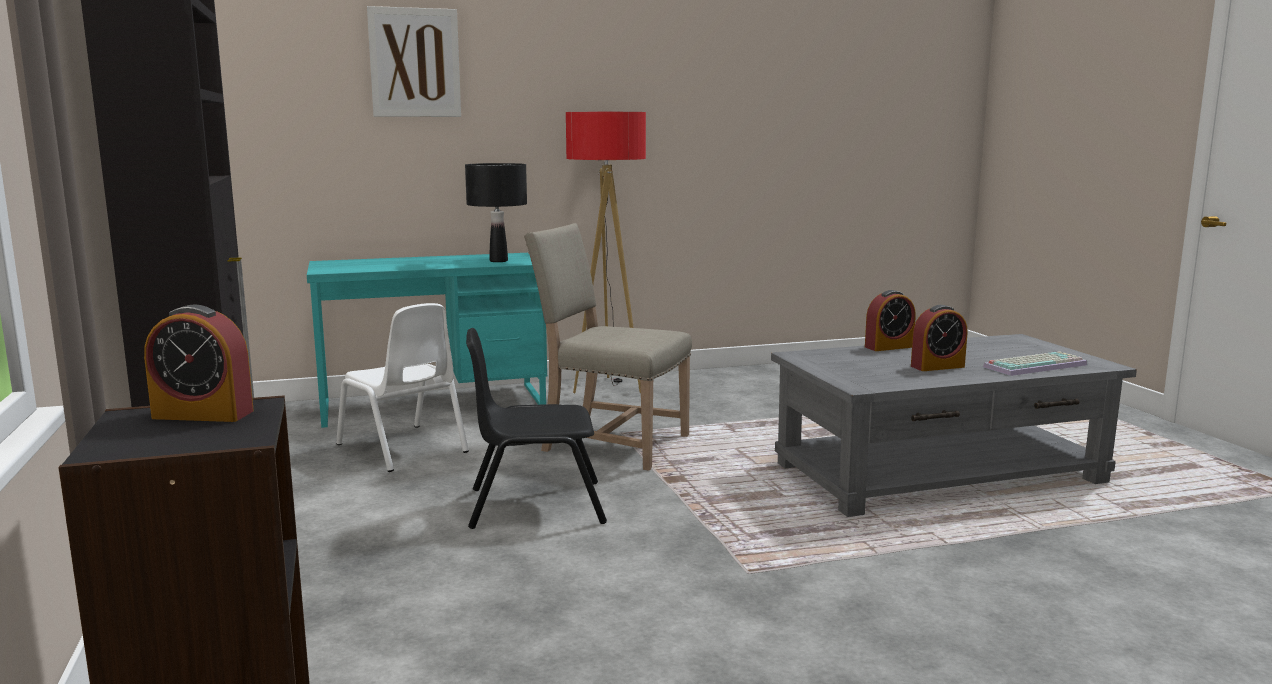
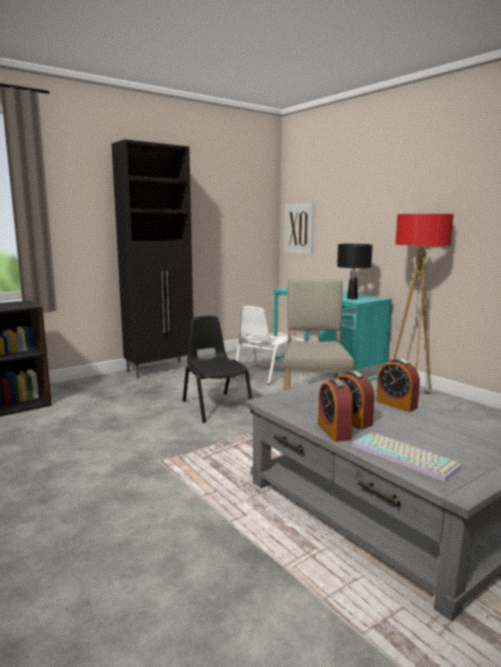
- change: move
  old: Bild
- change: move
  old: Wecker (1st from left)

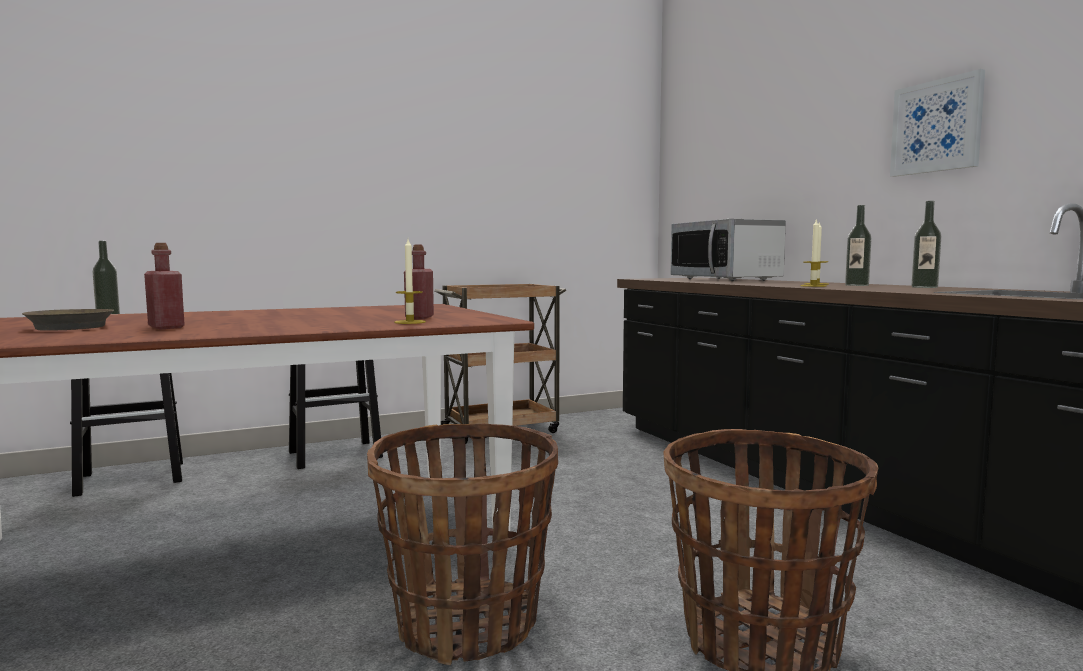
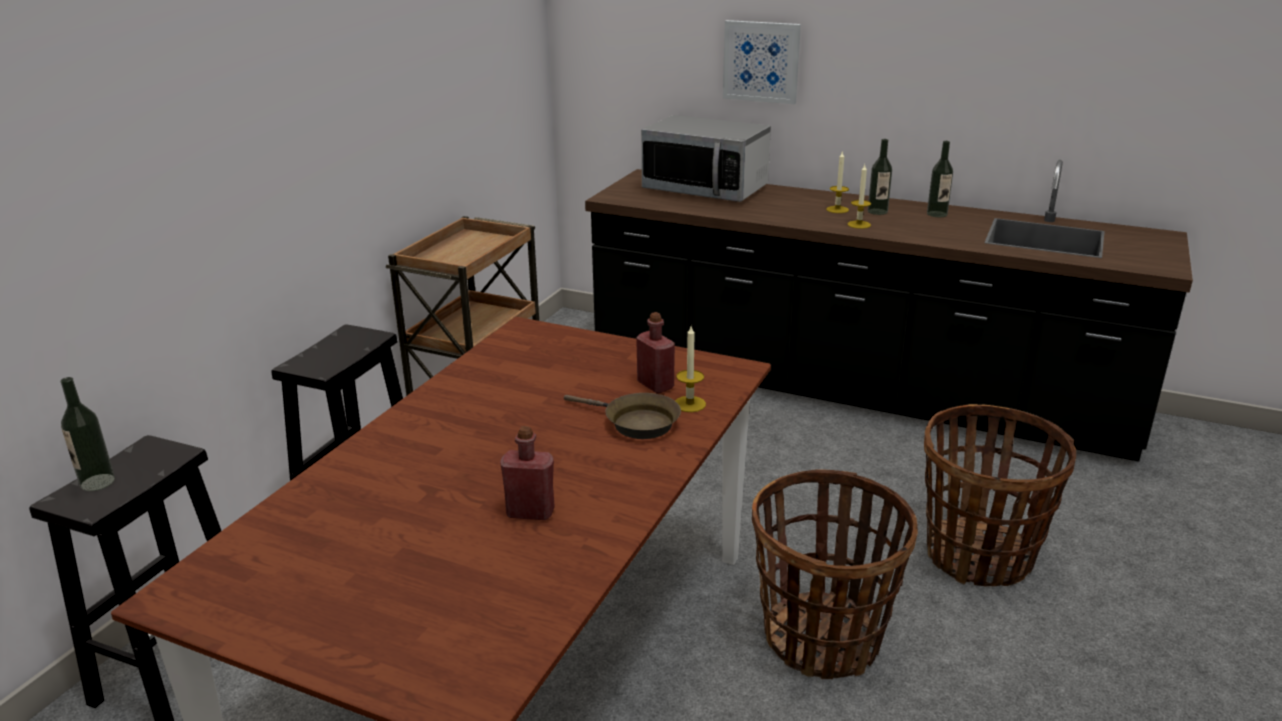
- change: move
  old: Bild
- change: move
  old: Pfanne/braun

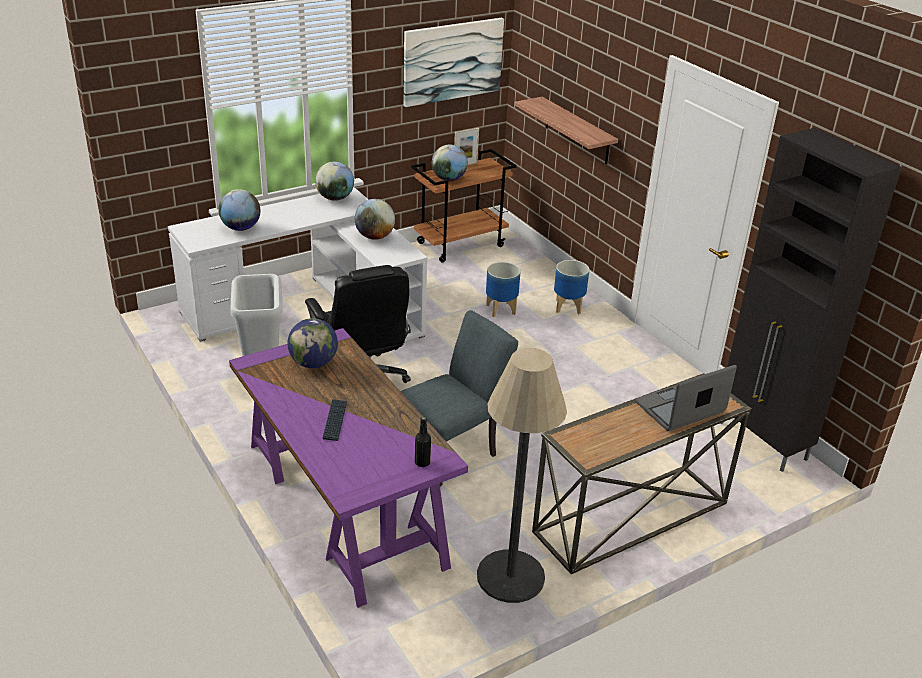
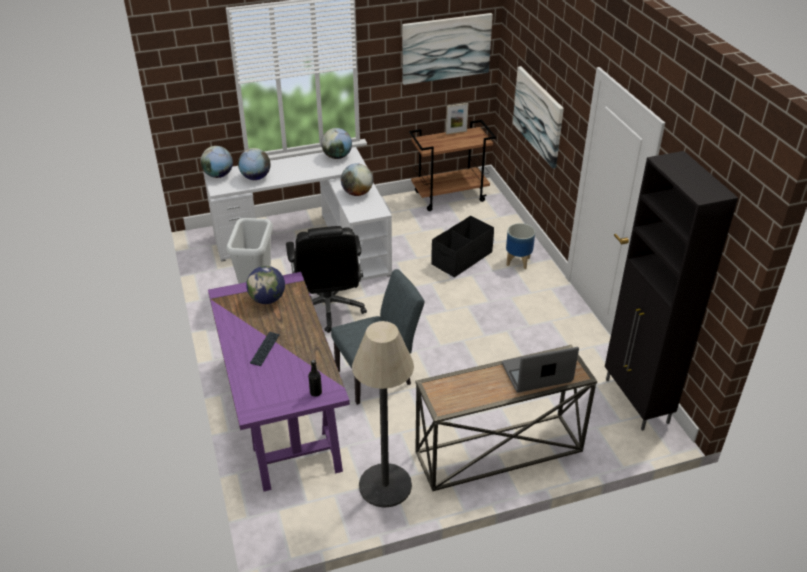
- change: replace
  old: Wandregal
  new: Bild (2nd from left)
- change: move
  old: Globus (5th from left in the first image)
  new: Globus (1st from left)
- change: replace
  old: Pflanzkübel (1st from left)
  new: Aufbewahrungsbox/schwarz

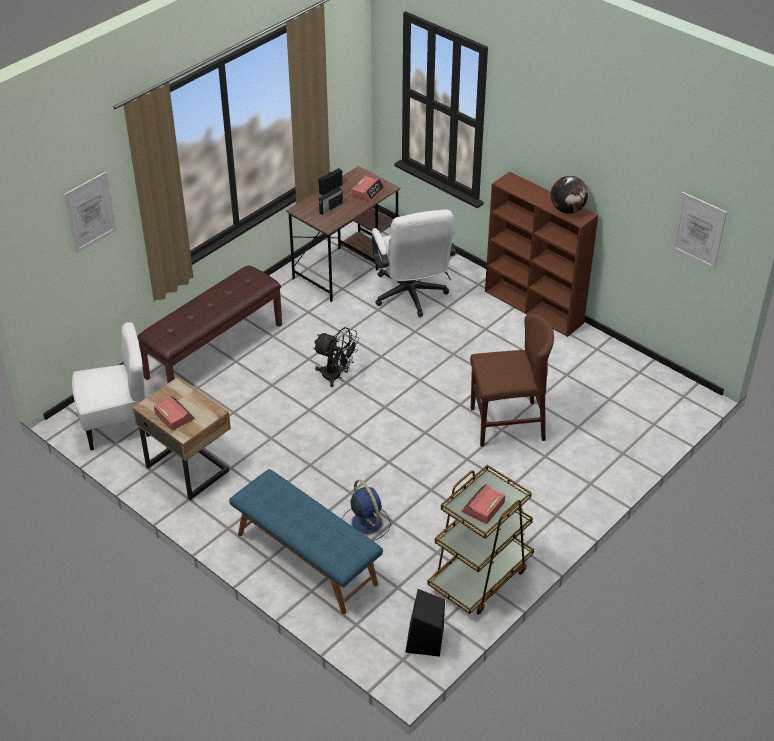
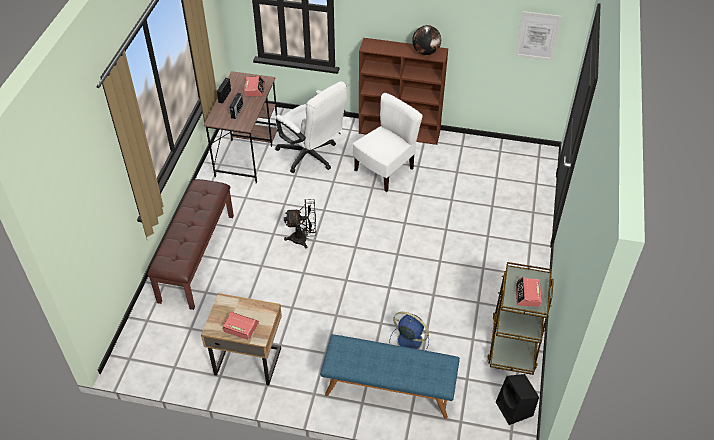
- change: delete
  old: Bild (1st from left)
- change: delete
  old: Stuhl/braun
- change: move
  old: Stuhl/weiß

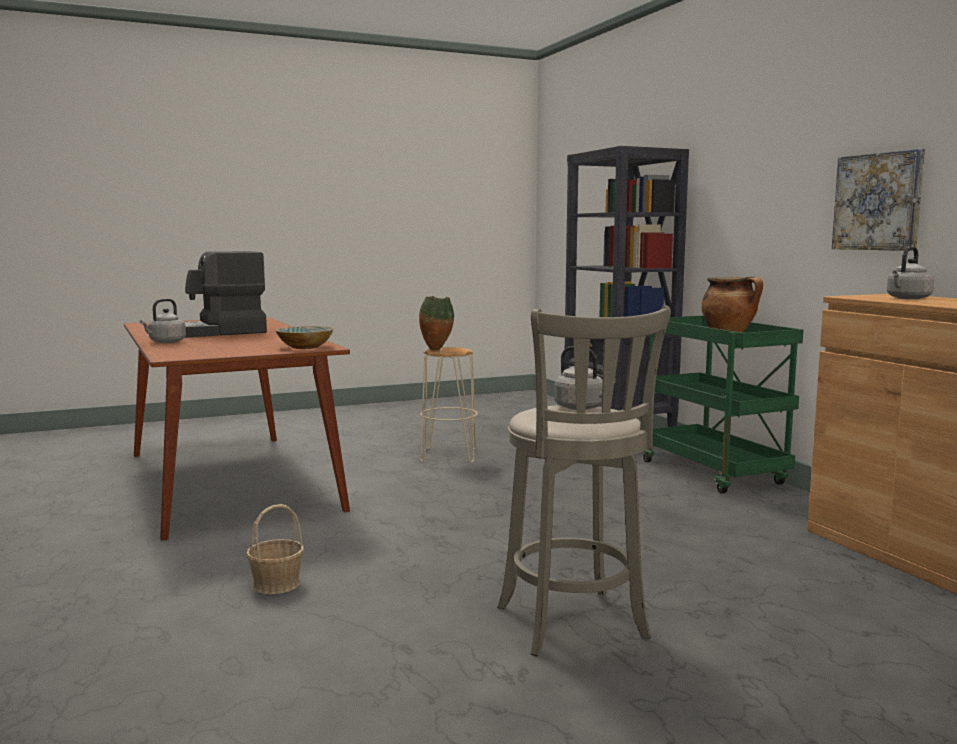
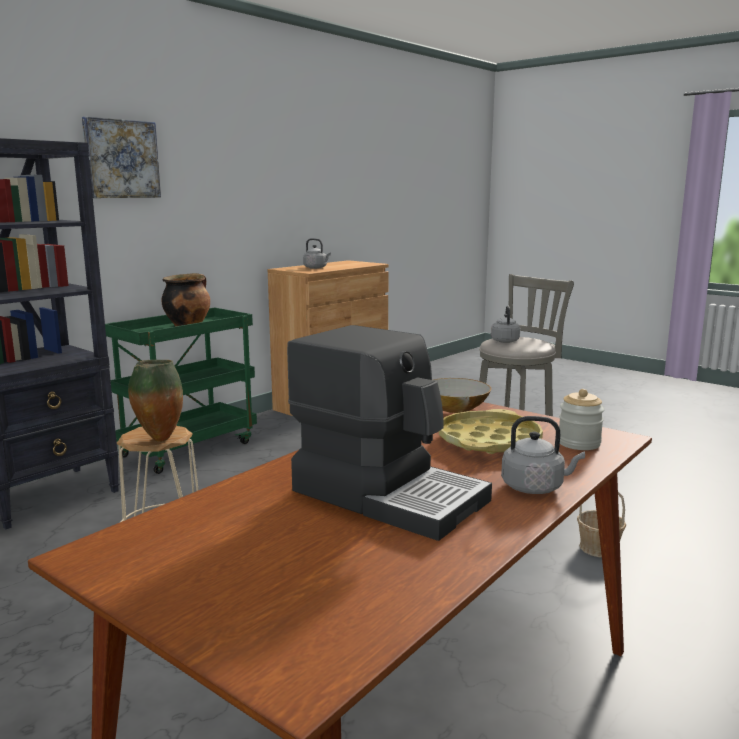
- change: move
  old: Bild
- change: insert
  new: Vorratsglas
- change: insert
  new: Tablett/gelb

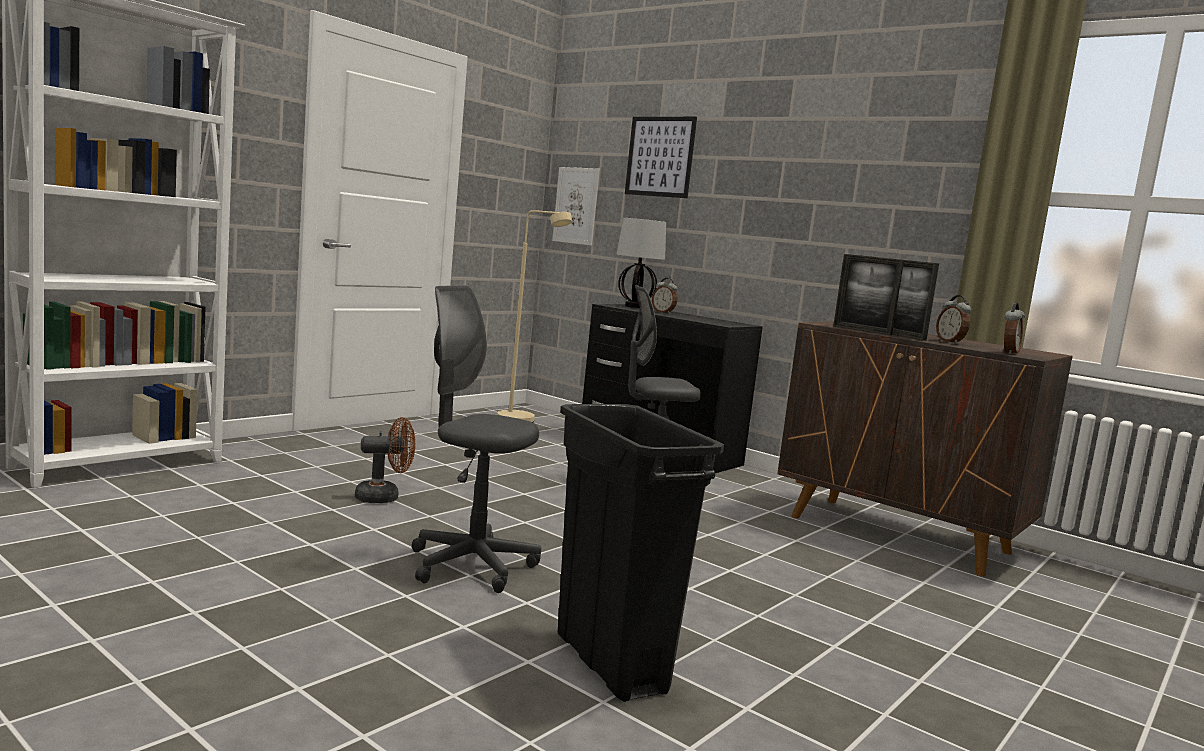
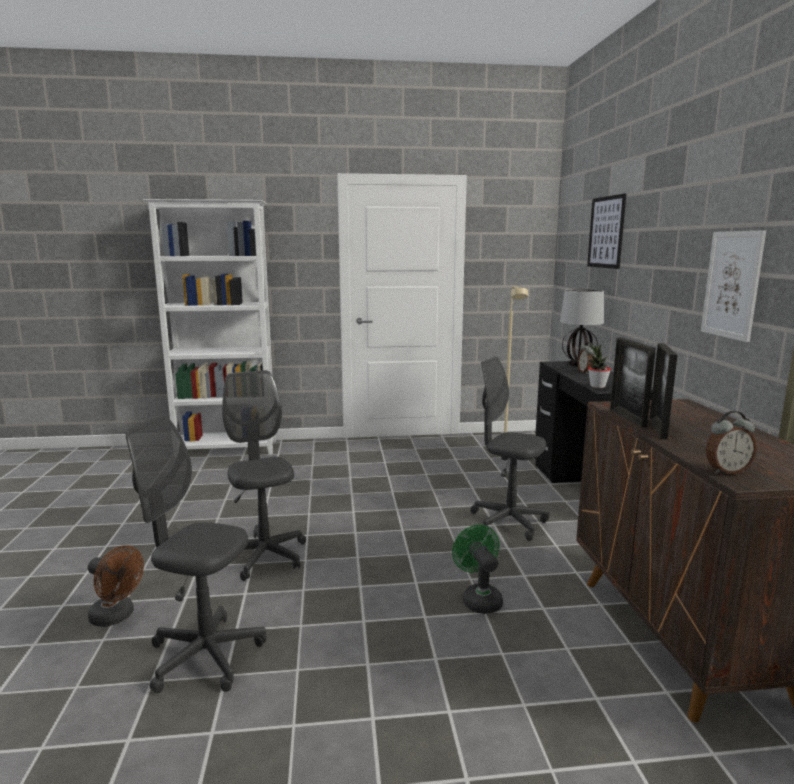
- change: move
  old: Bild (1st from left in the first image)
  new: Bild (2nd from left)
- change: delete
  old: Wecker (2nd from left)
- change: replace
  old: Mülleimer/schwarz
  new: Bürostuhl/grau (1st from left)
- change: move
  old: Ventilator/braun
- change: insert
  new: Topfpflanze
- change: insert
  new: Ventilator/grün

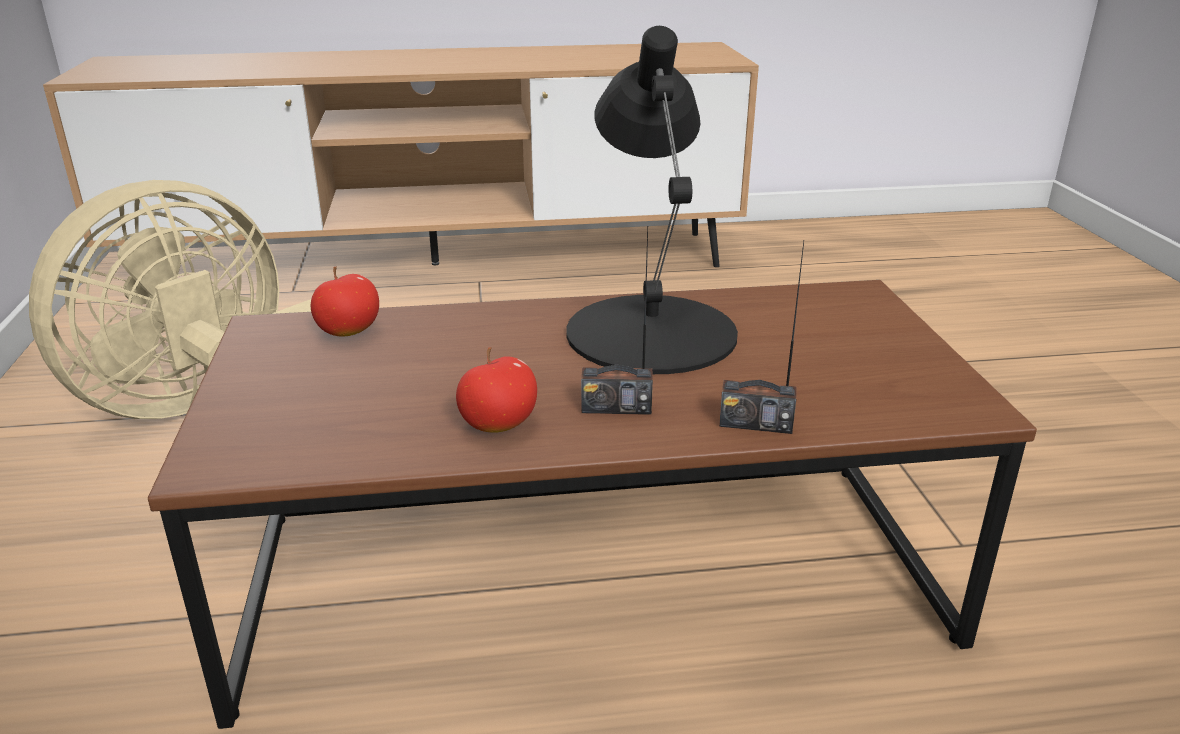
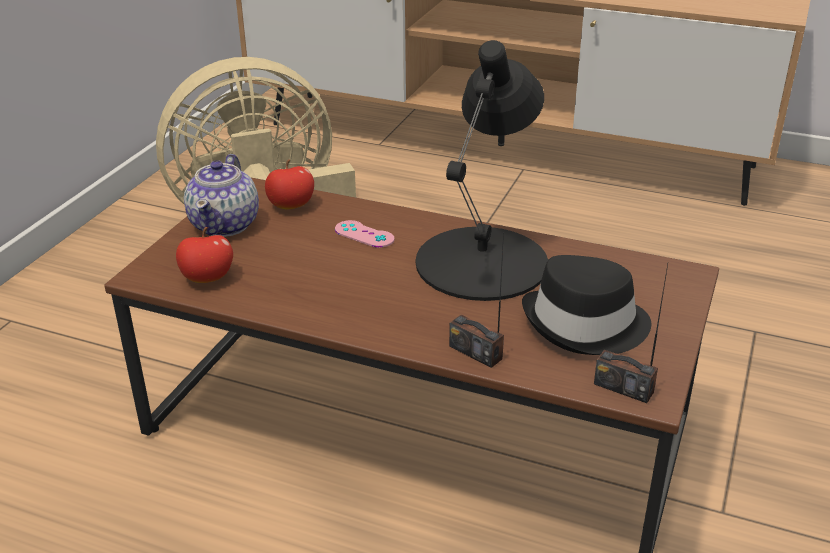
- change: move
  old: Radio (1st from left in the first image)
  new: Radio (2nd from left)
- change: move
  old: Apfel (2nd from left in the first image)
  new: Apfel (1st from left)
- change: insert
  new: Teekanne
- change: insert
  new: Gamepad/rosa
- change: insert
  new: Hut/schwarz

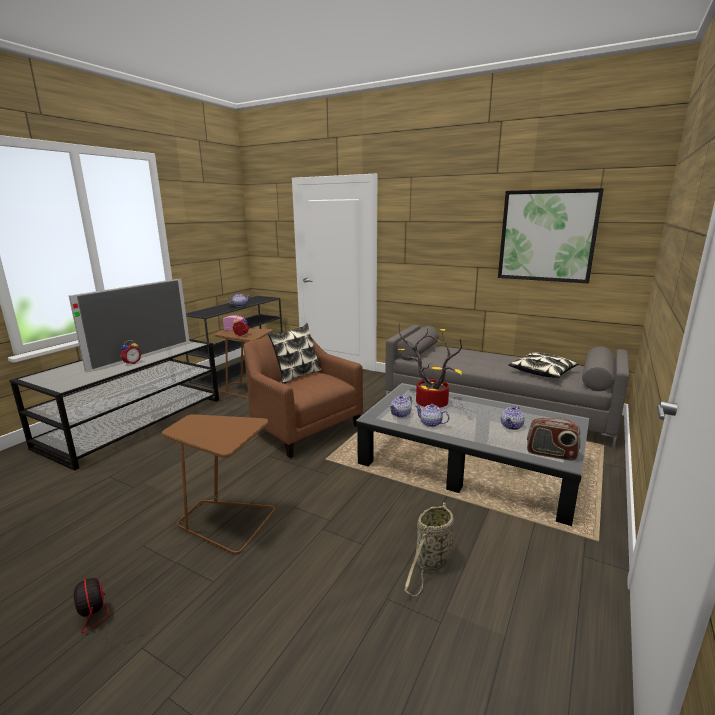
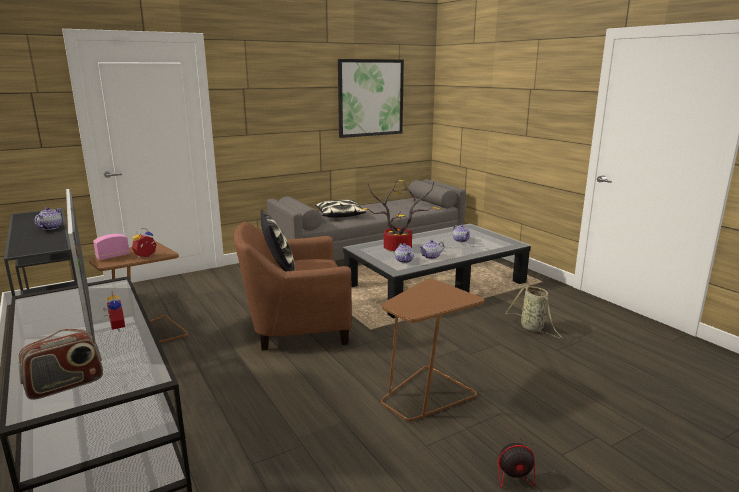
- change: move
  old: Kissen (2nd from left)
- change: move
  old: Radio (2nd from left in the first image)
  new: Radio (1st from left)

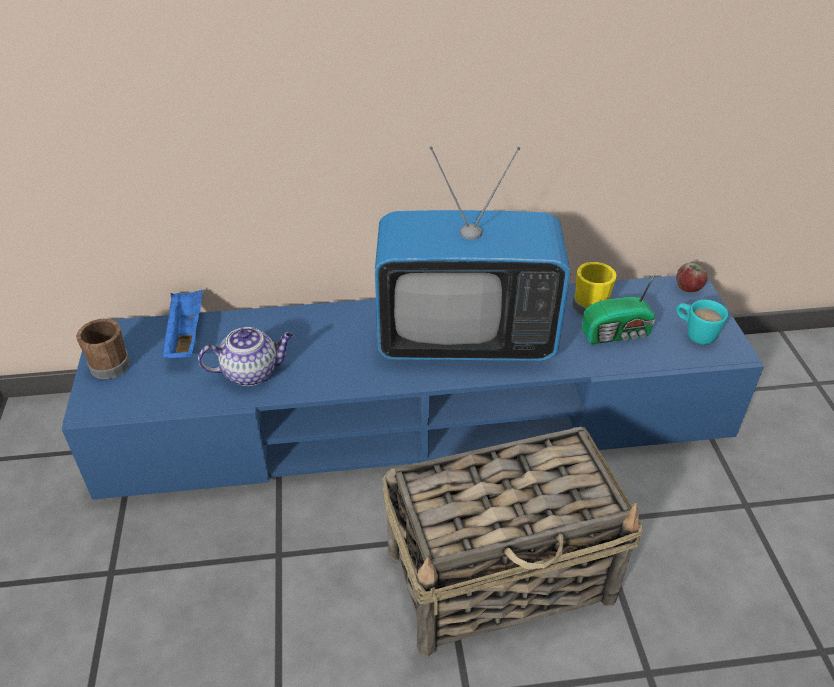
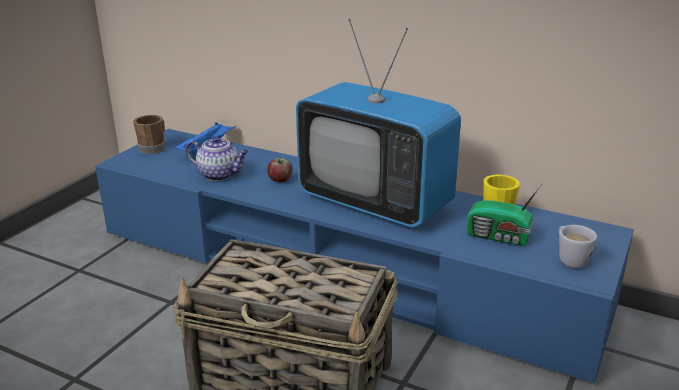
- change: move
  old: Apfel
- change: recolor
  old: Henkelbecher/türkis
  new: Henkelbecher/weiß

